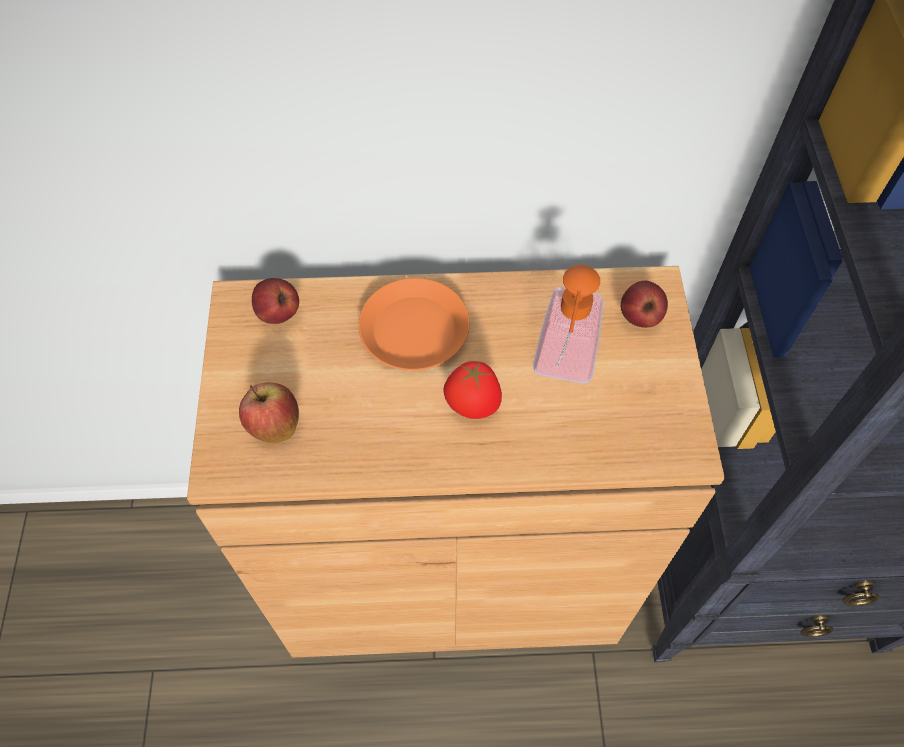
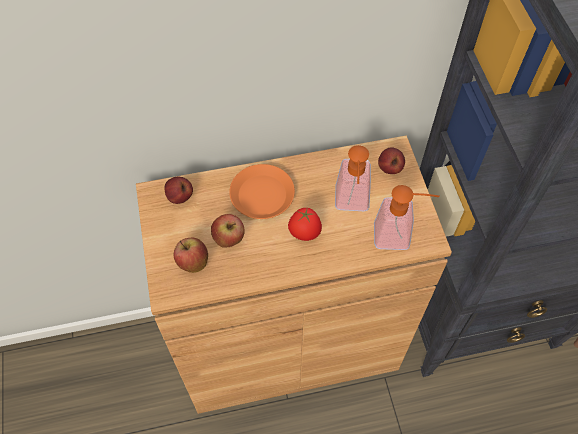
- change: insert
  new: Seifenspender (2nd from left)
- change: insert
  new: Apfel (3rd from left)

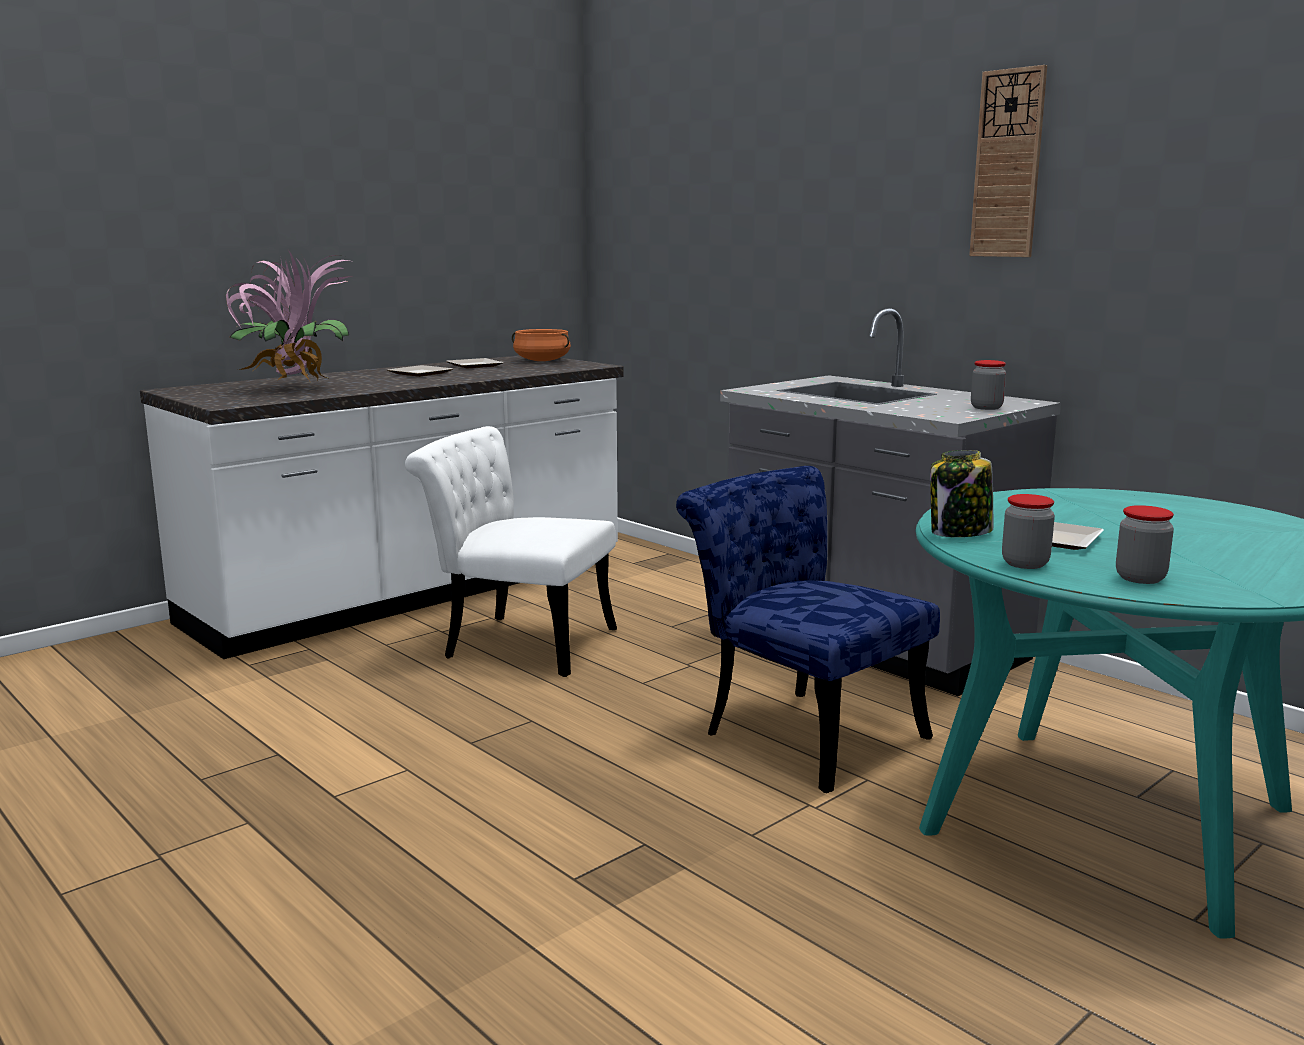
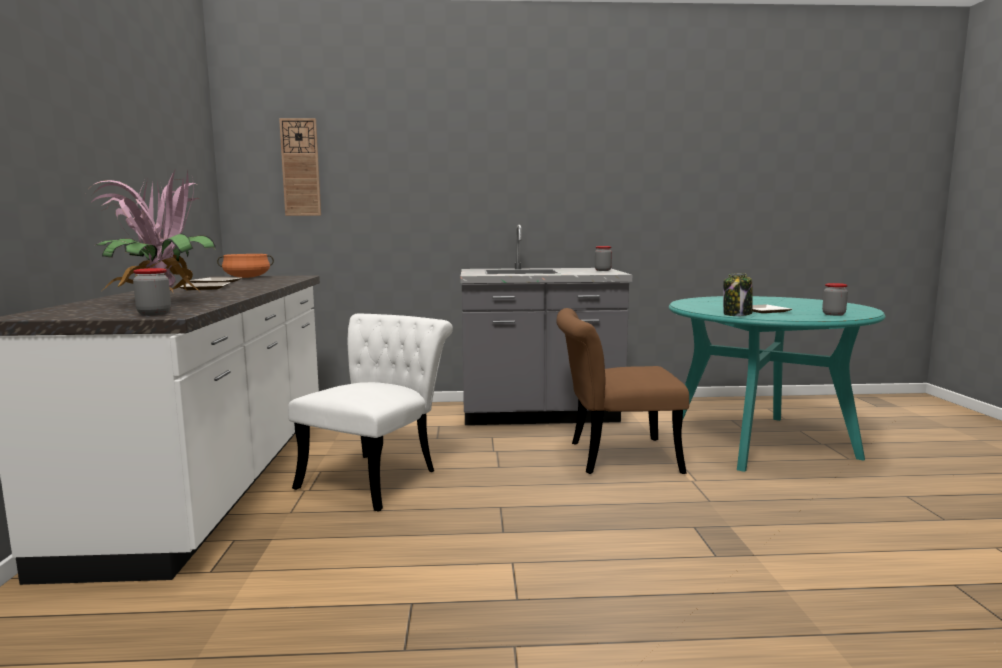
- change: move
  old: Wanduhr
- change: rotate
  old: Stuhl/weiß
  degrees: 150
- change: recolor
  old: Stuhl/blau
  new: Stuhl/braun
- change: move
  old: Vorratsglas (3rd from left in the first image)
  new: Vorratsglas (1st from left)

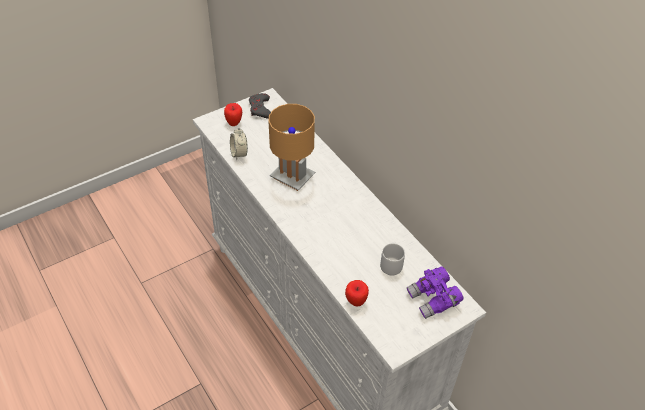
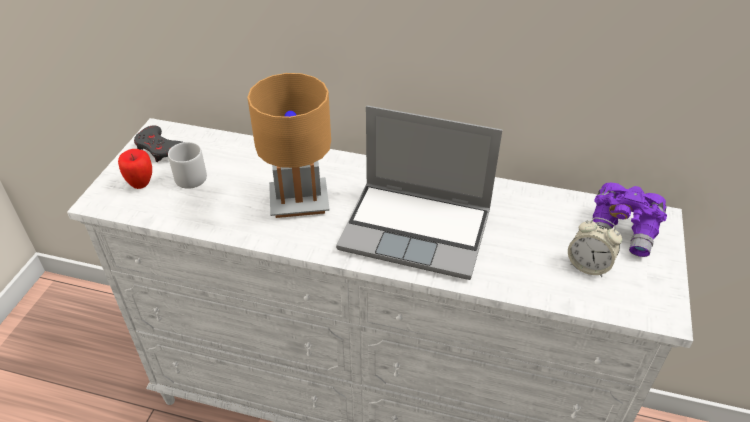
- change: move
  old: Wecker
- change: move
  old: Henkelbecher/grau
- change: delete
  old: Apfel (2nd from left)
- change: insert
  new: Laptop

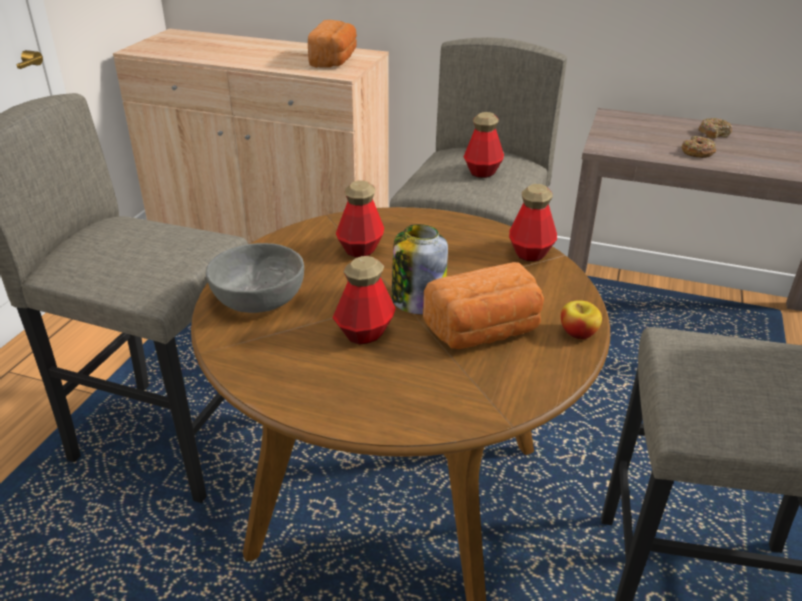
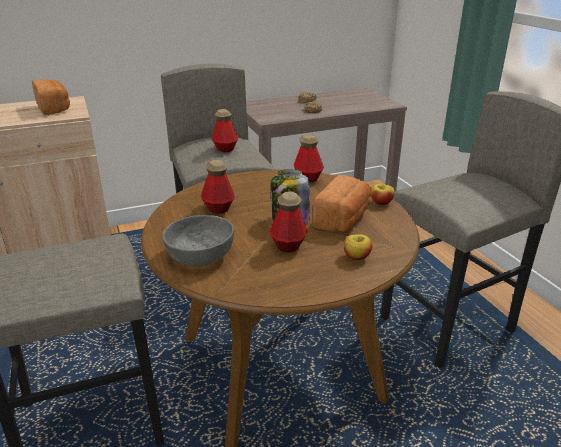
- change: insert
  new: Apfel (1st from left)

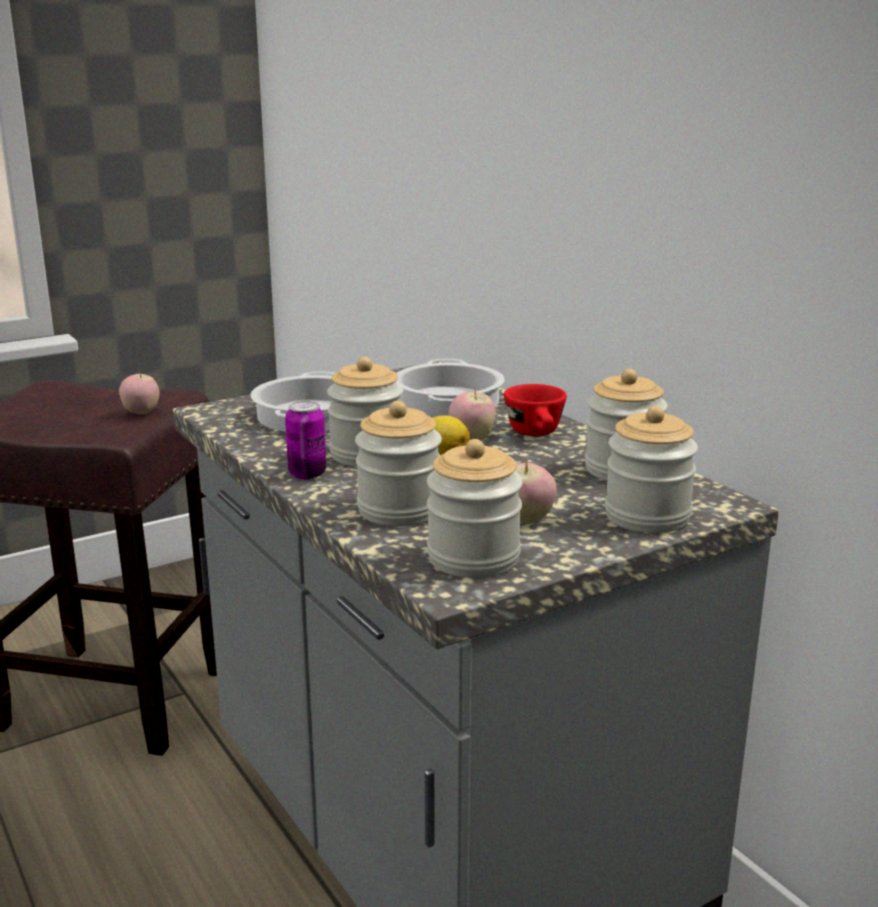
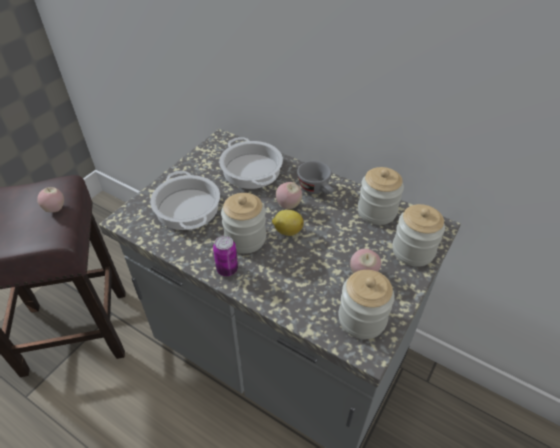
- change: recolor
  old: Tasse/rot
  new: Tasse/grau
- change: delete
  old: Vorratsglas (2nd from left)

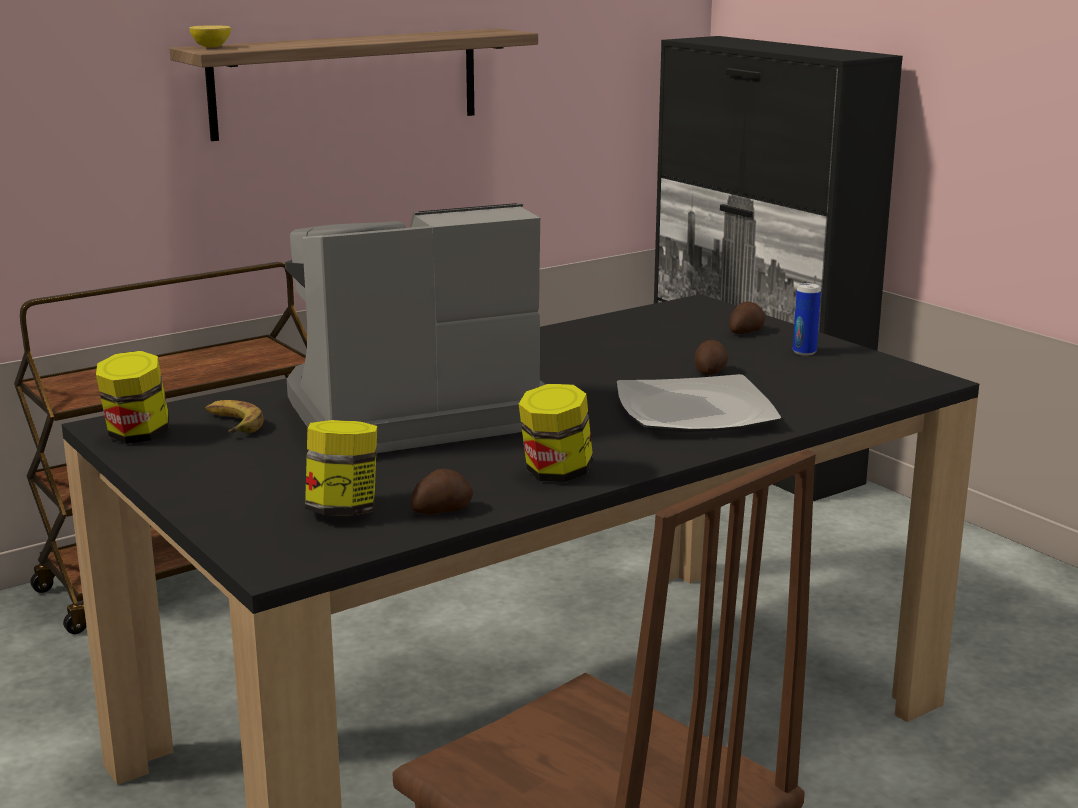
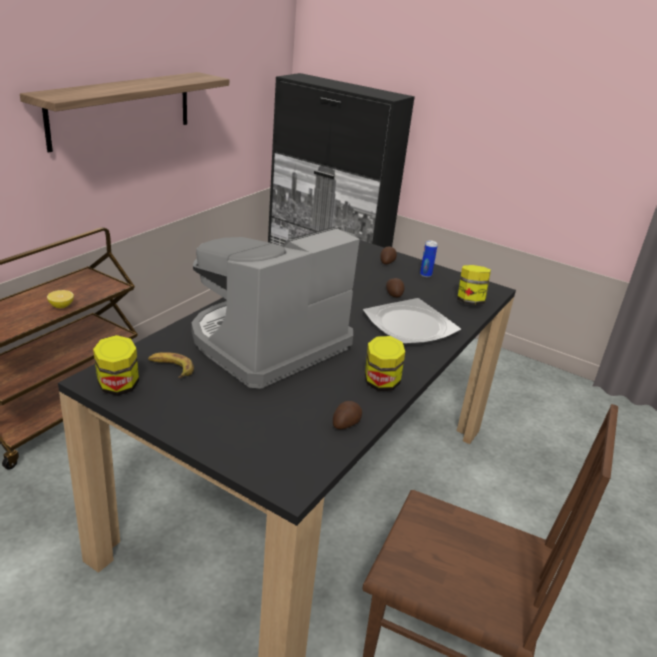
- change: move
  old: Zitrone
- change: move
  old: Vorratsglas (2nd from left in the first image)
  new: Vorratsglas (3rd from left)

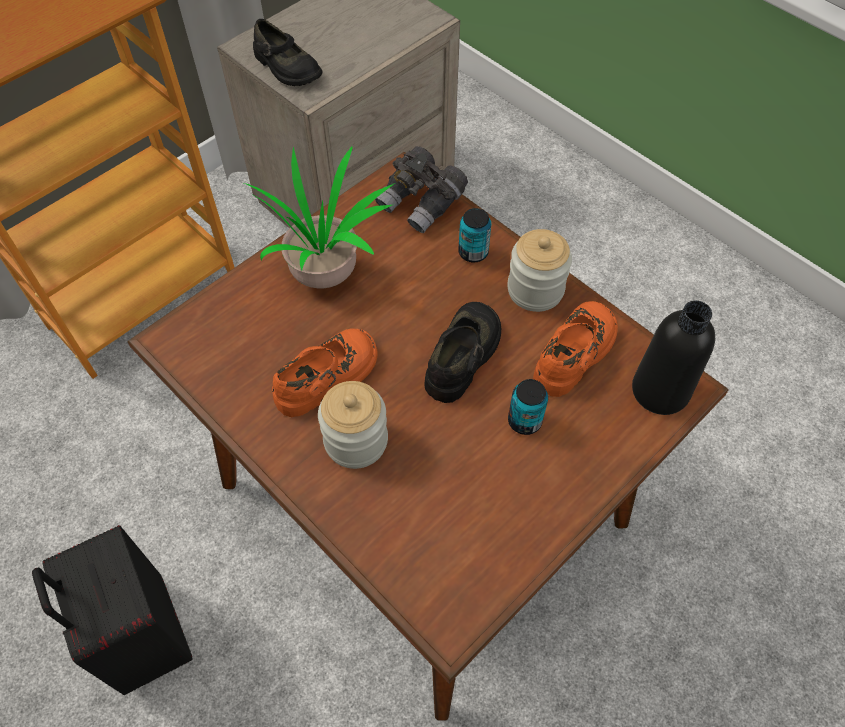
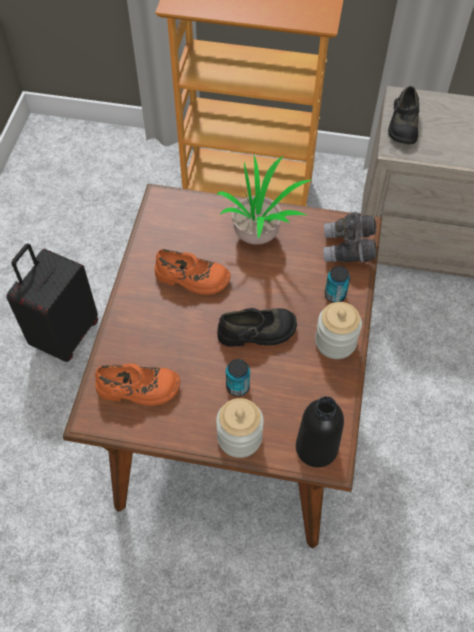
- change: move
  old: Schuh/orange (2nd from left in the first image)
  new: Schuh/orange (1st from left)
- change: move
  old: Vorratsglas (1st from left)

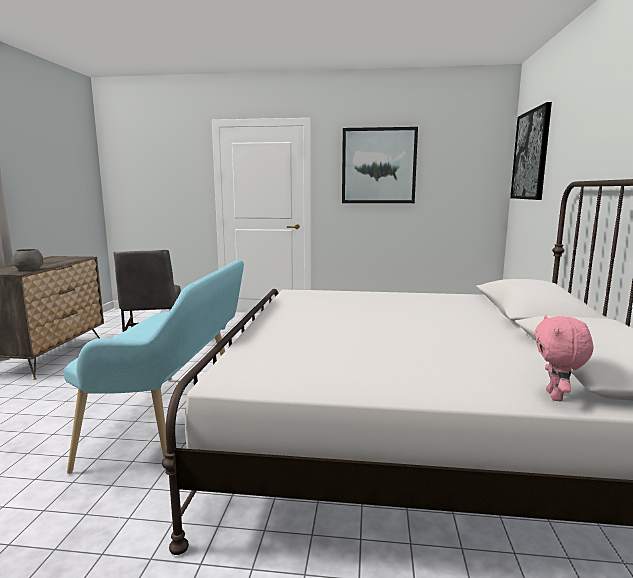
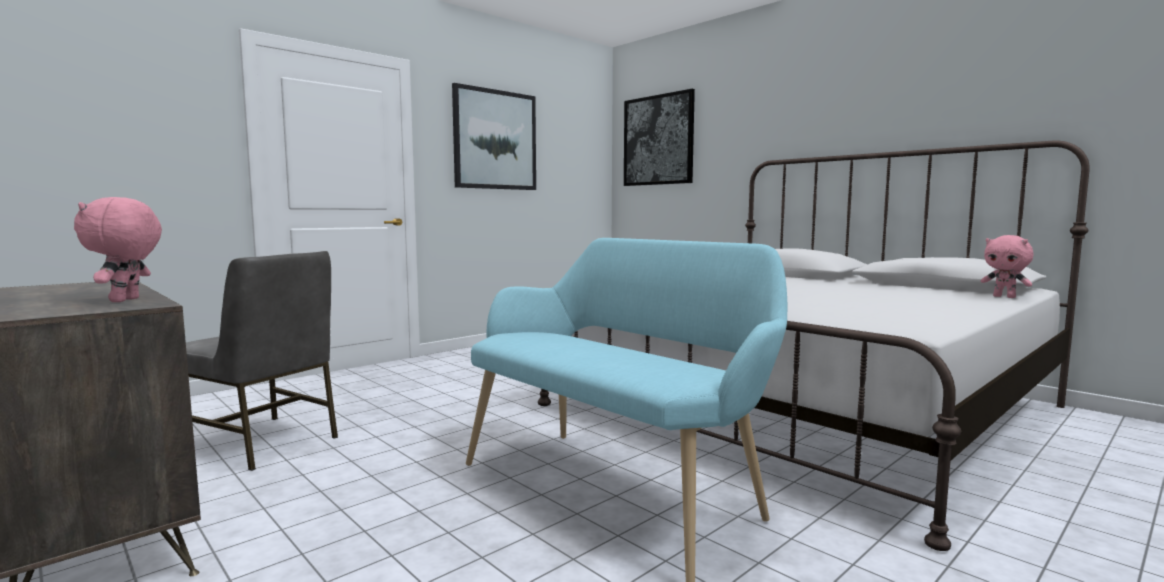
- change: replace
  old: Schüssel/grau
  new: Plüschtier/rosa (1st from left)

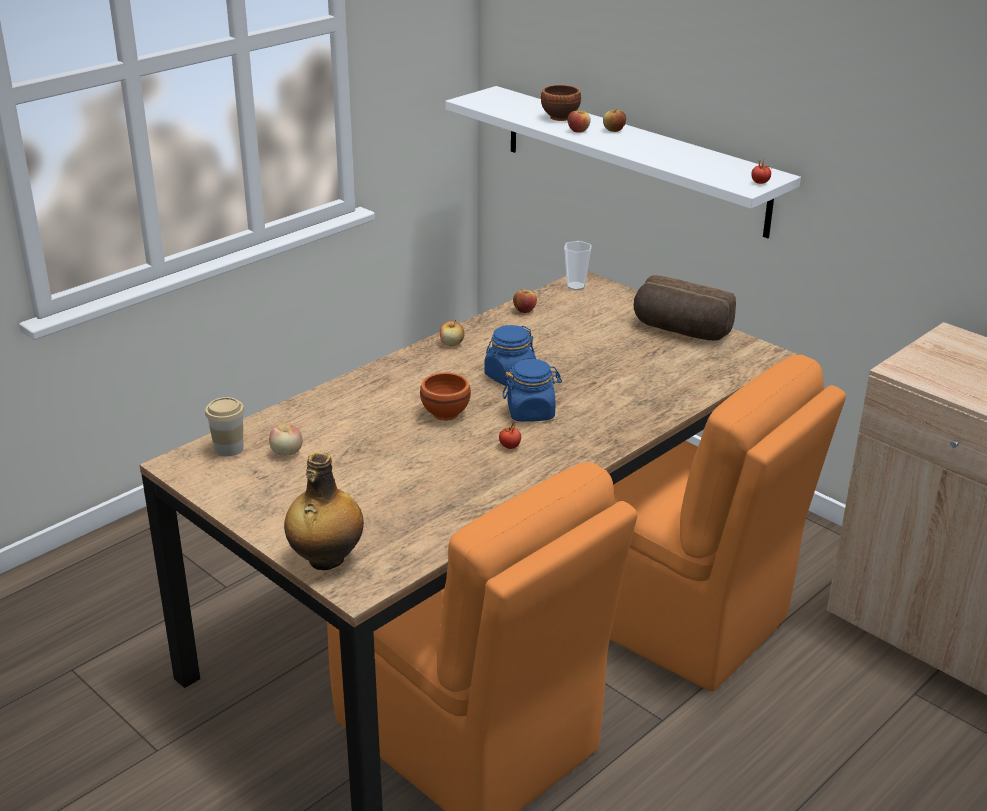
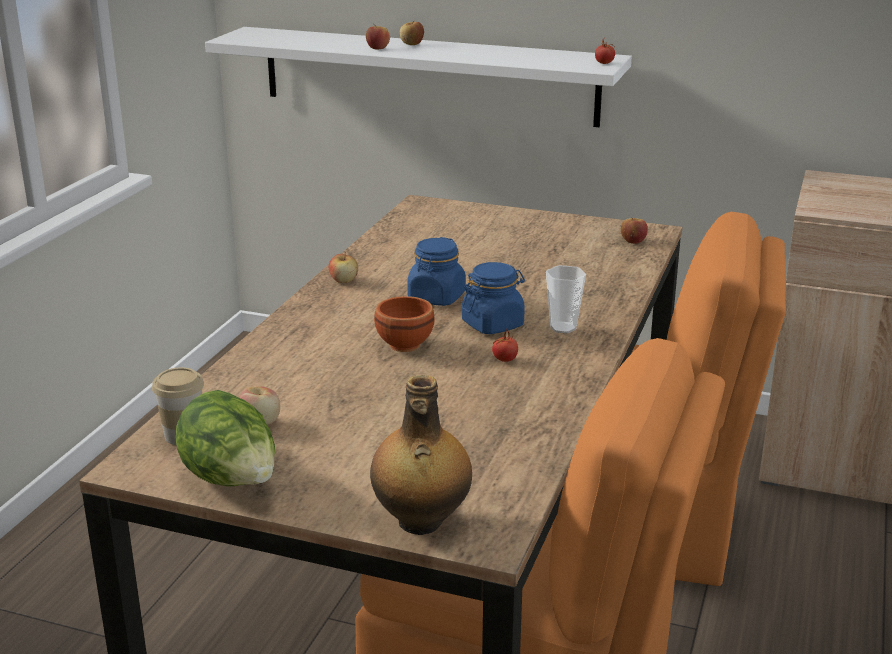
- change: delete
  old: Schüssel/braun (2nd from left)
- change: move
  old: Tasse (2nd from left)
- change: delete
  old: Brot
- change: move
  old: Apfel (3rd from left in the first image)
  new: Apfel (5th from left)
- change: insert
  new: Salatkopf

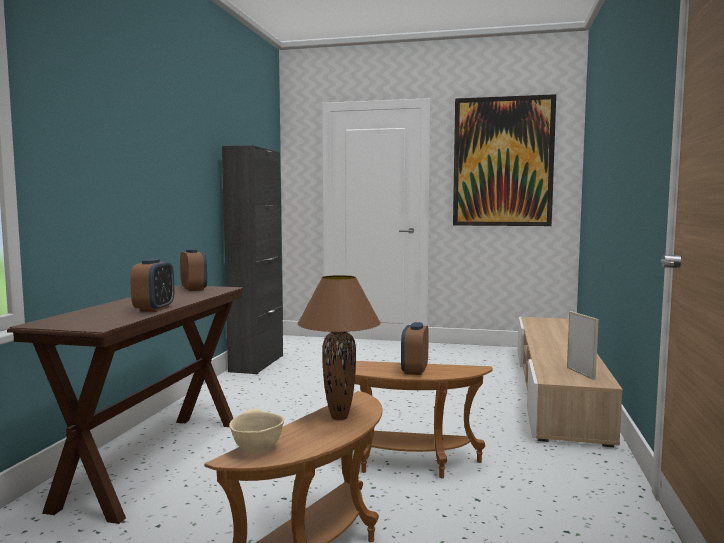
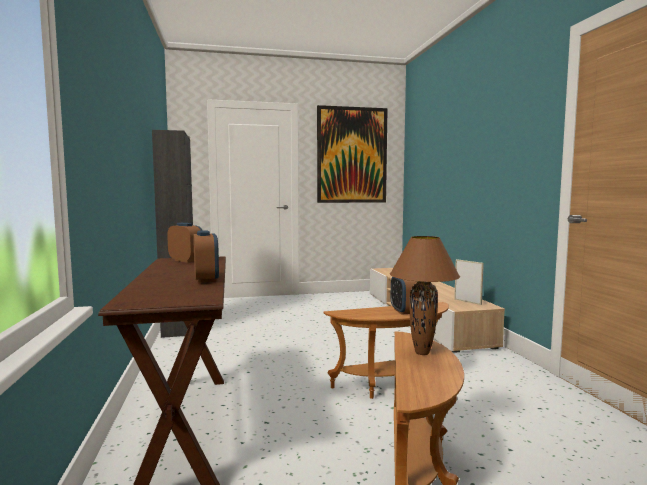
- change: delete
  old: Schüssel/beige

